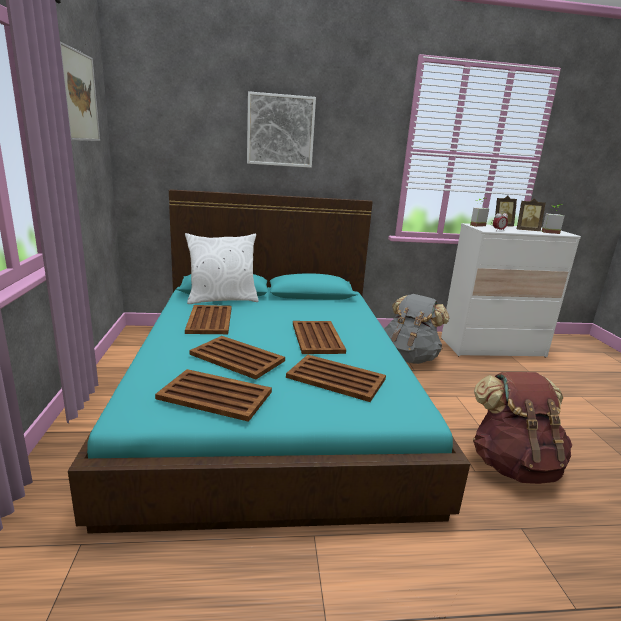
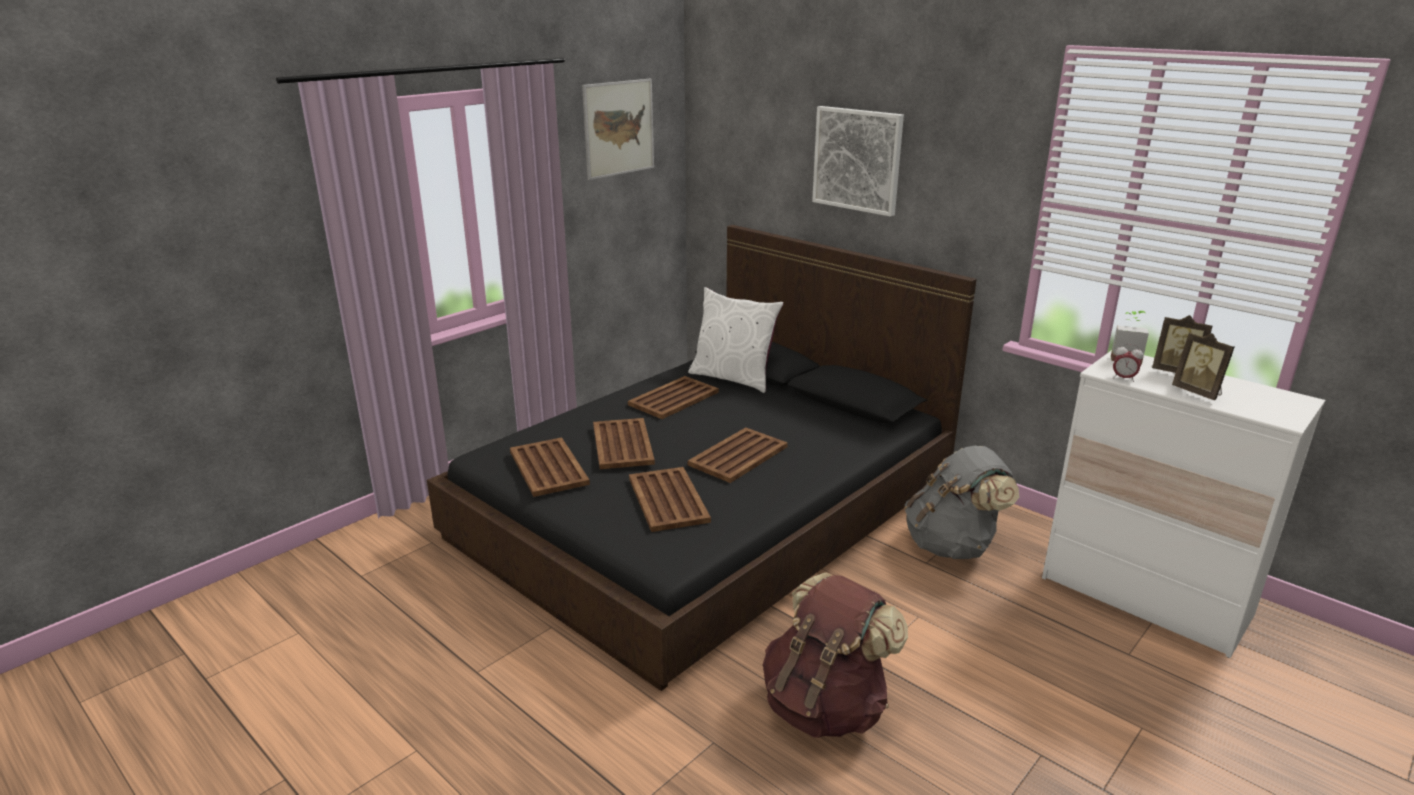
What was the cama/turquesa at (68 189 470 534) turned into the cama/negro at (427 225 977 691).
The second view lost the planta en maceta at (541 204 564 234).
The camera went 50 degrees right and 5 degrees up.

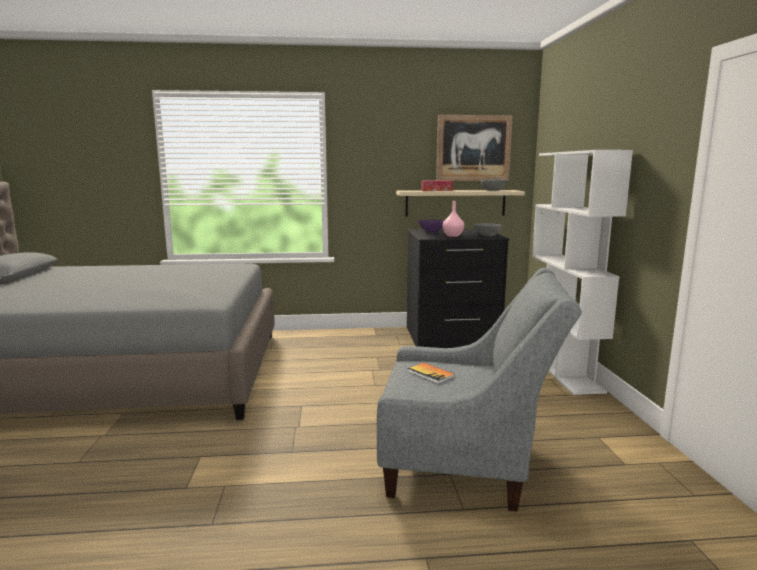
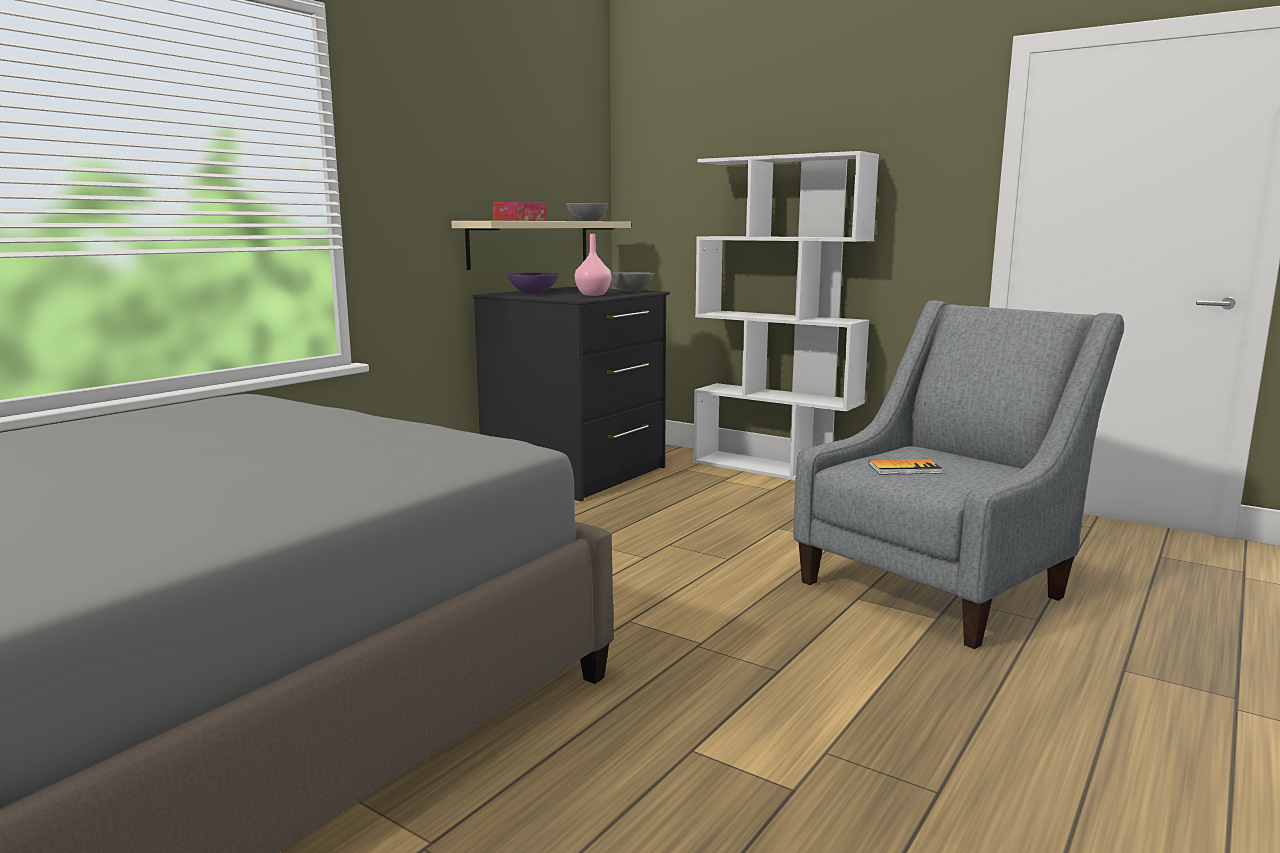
The second view lost the cuadro at (436 115 513 181).
The camera went 50 degrees left and 0 degrees up.

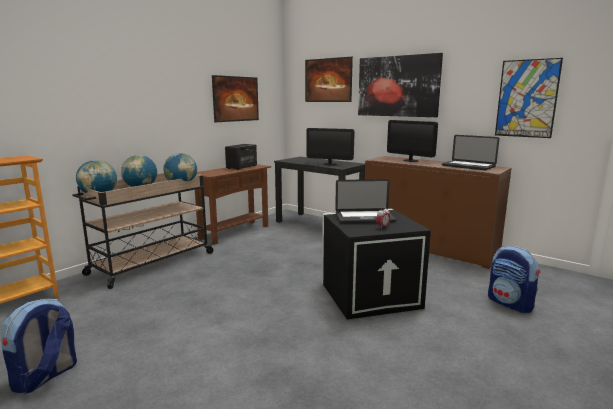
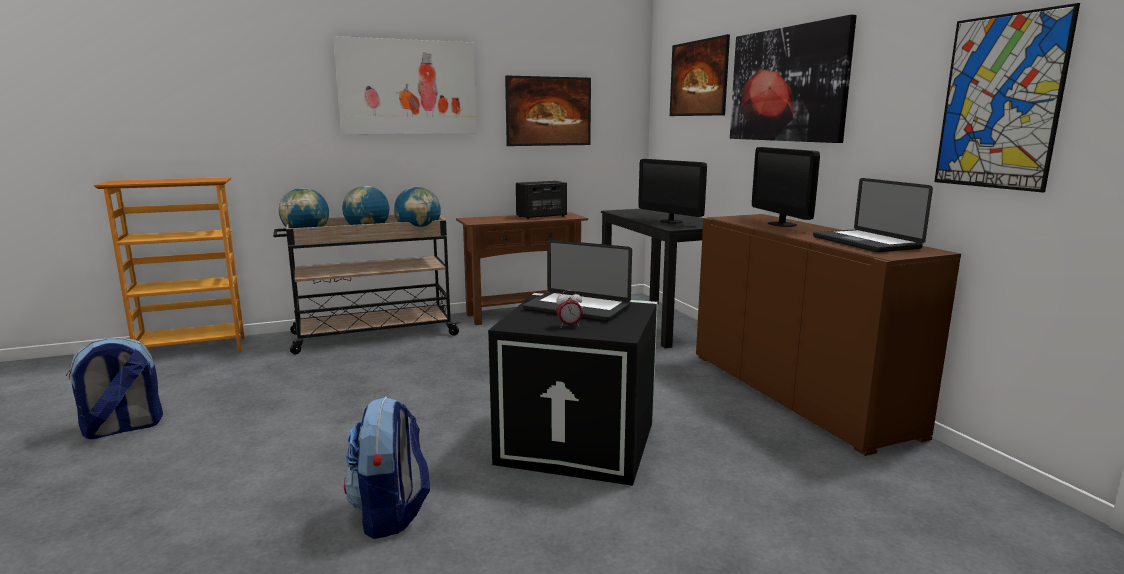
The mochila ended up elsewhere, having gone from (488 246 540 313) to (344 397 430 539).
The second view gained the cuadro at (333 36 477 134).
The camera went 30 degrees right and 0 degrees up.

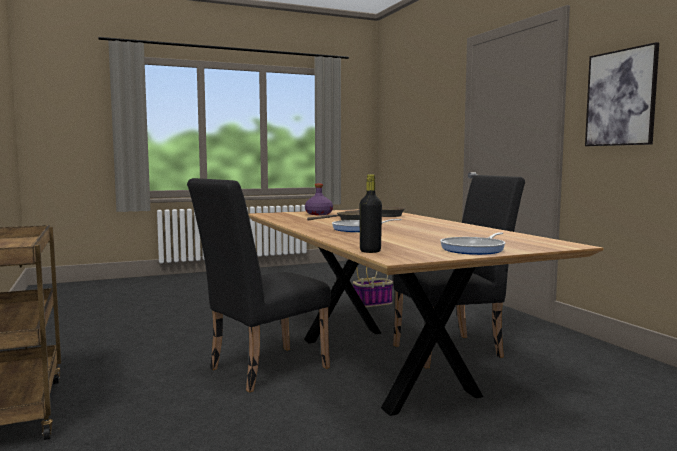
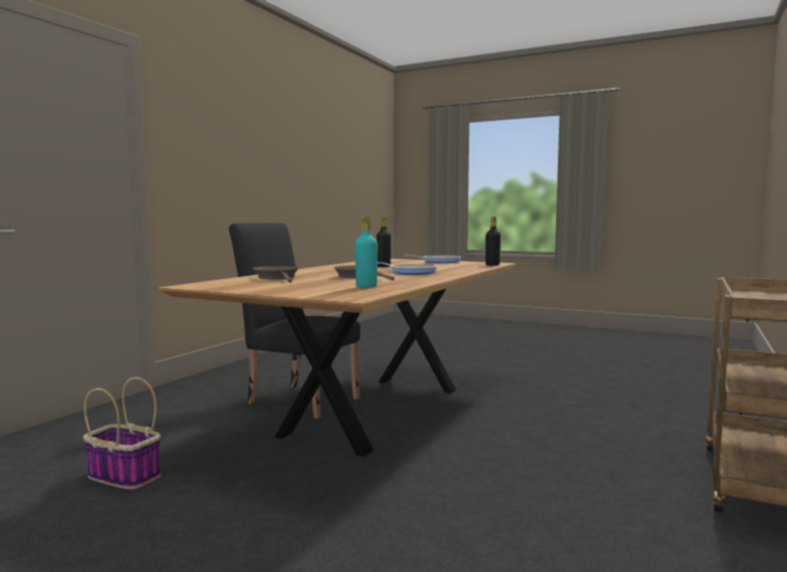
The second view lost the cuadro at (585 42 659 146).
The second view lost the silla/negro at (187 178 331 393).
The second view lost the botella/morado at (305 184 333 215).
The second view gained the botella/turquesa at (355 216 378 287).
The second view gained the botella/negro at (376 216 391 267).
The camera went 130 degrees left and 0 degrees up.

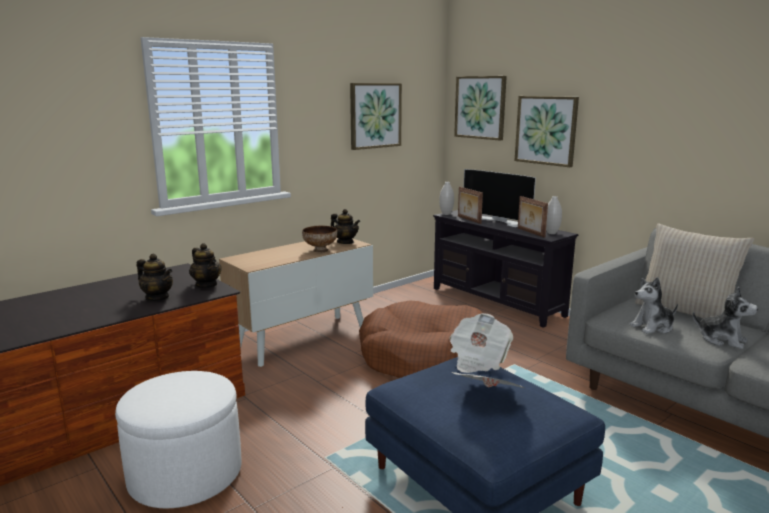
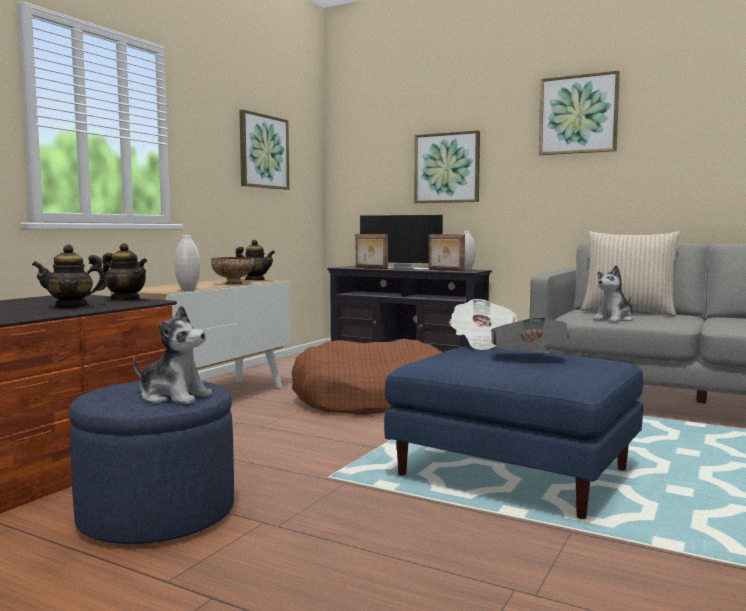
The cuadro ended up elsewhere, having gone from (454 76 507 141) to (539 70 620 155).
The florero/blanco ended up elsewhere, having gone from (439 182 454 215) to (174 235 200 290).
The tetera at (137 254 173 301) ended up facing another way, 150 degrees clockwise from before.
The peluche ended up elsewhere, having gone from (693 287 758 349) to (133 305 212 404).
What was the puf/blanco at (115 371 242 508) turned into the puf/azul at (69 381 234 544).
The camera went 20 degrees left and 10 degrees down.

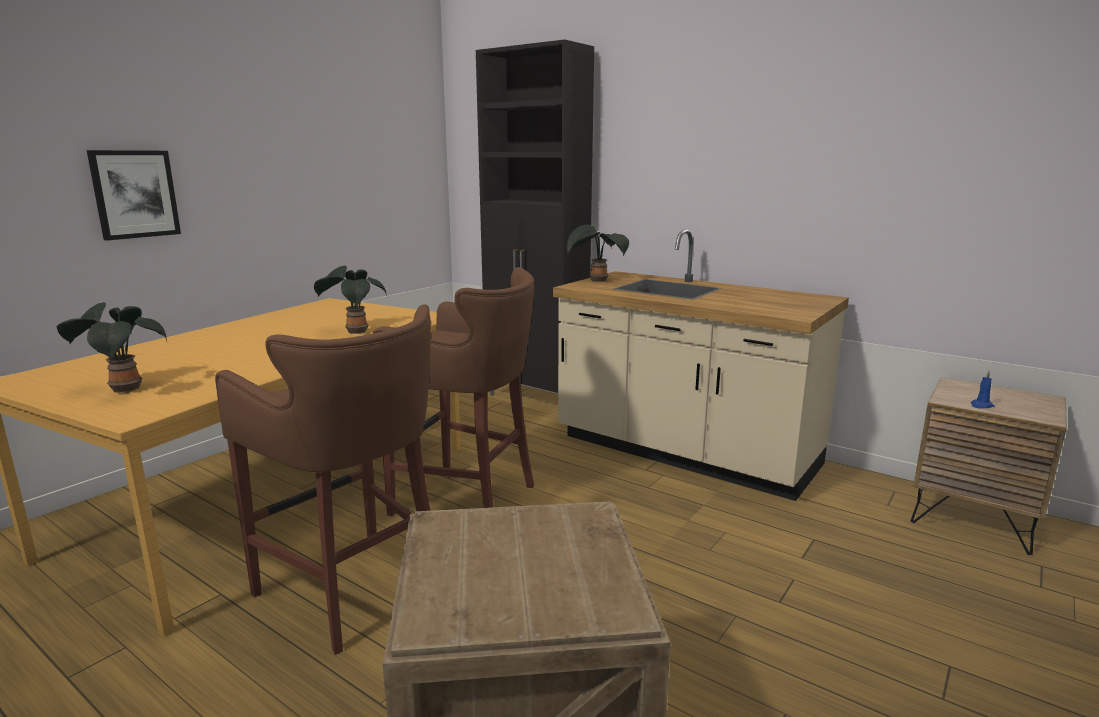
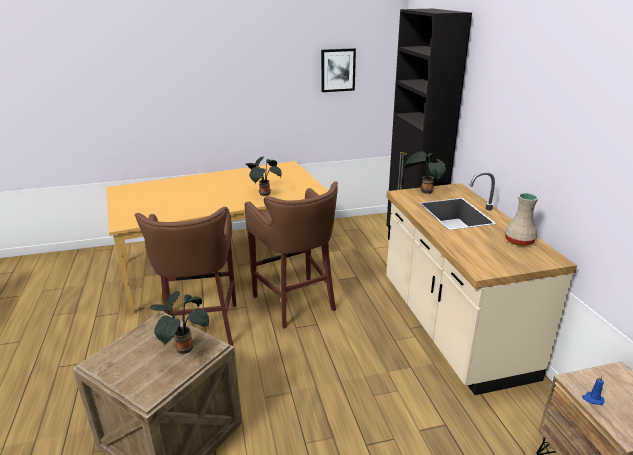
The cuadro ended up elsewhere, having gone from (87 150 181 241) to (321 48 356 92).
The planta en maceta ended up elsewhere, having gone from (57 302 167 393) to (150 291 209 355).
The second view gained the florero/beis at (505 193 538 246).
The camera went 40 degrees right and 10 degrees up.

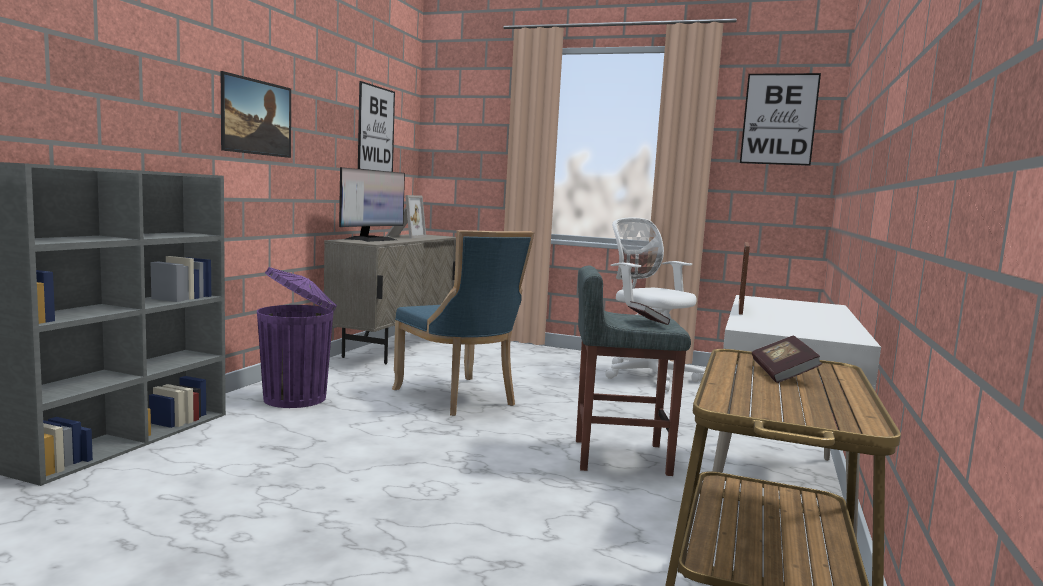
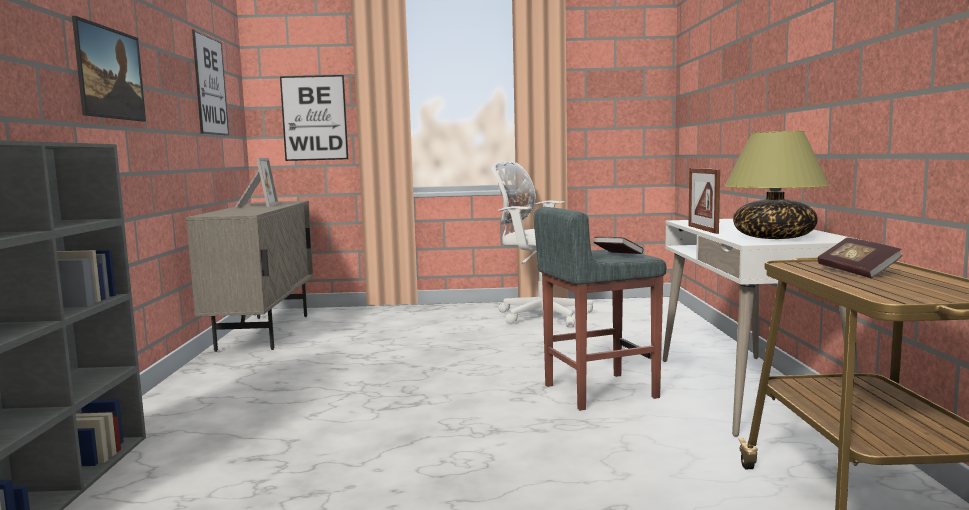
The cuadro ended up elsewhere, having gone from (740 73 821 166) to (280 75 348 161).
The second view lost the monitor at (339 167 405 242).
The second view lost the silla/azul at (392 230 534 416).
The second view lost the papelera/morado at (257 267 337 408).
The second view gained the lámpara de mesa at (725 131 829 239).
The camera went 20 degrees left and 0 degrees up.

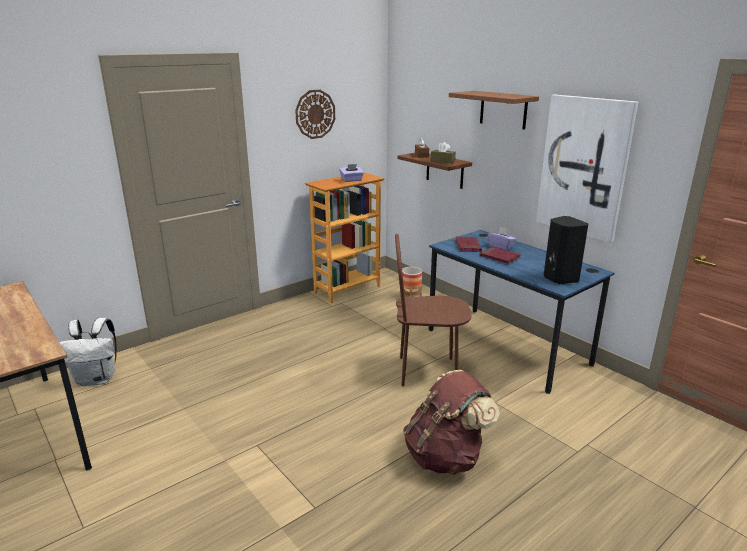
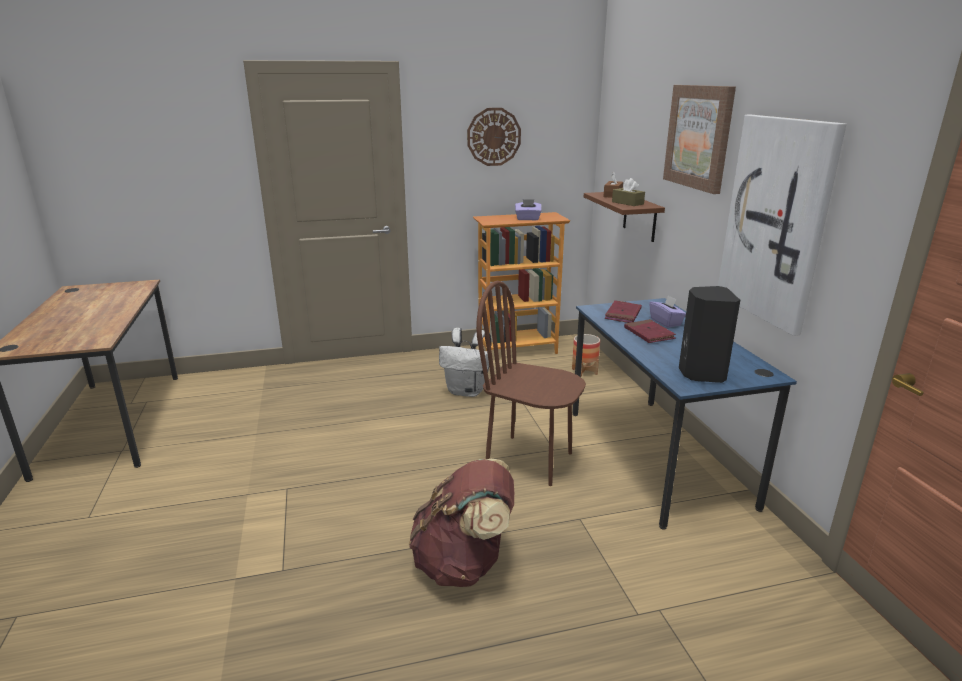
Where the estante/marrón hung at (449 91 539 130), the cuadro came to hang at (663 85 736 194).
The mochila/blanco ended up elsewhere, having gone from (59 318 117 386) to (439 328 491 397).
The camera went 25 degrees right and 0 degrees up.

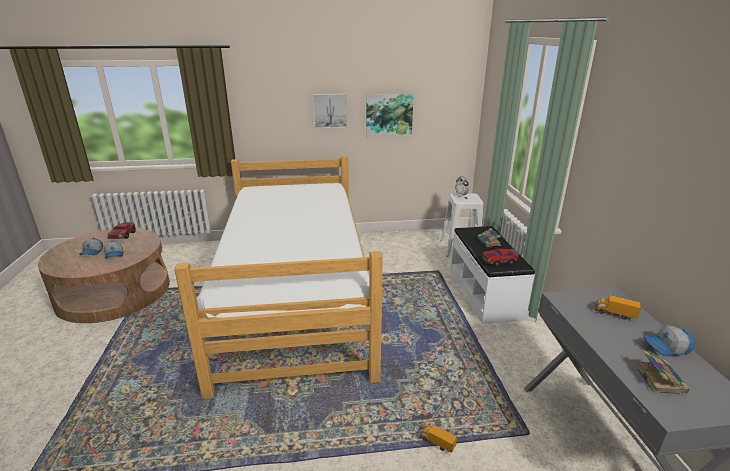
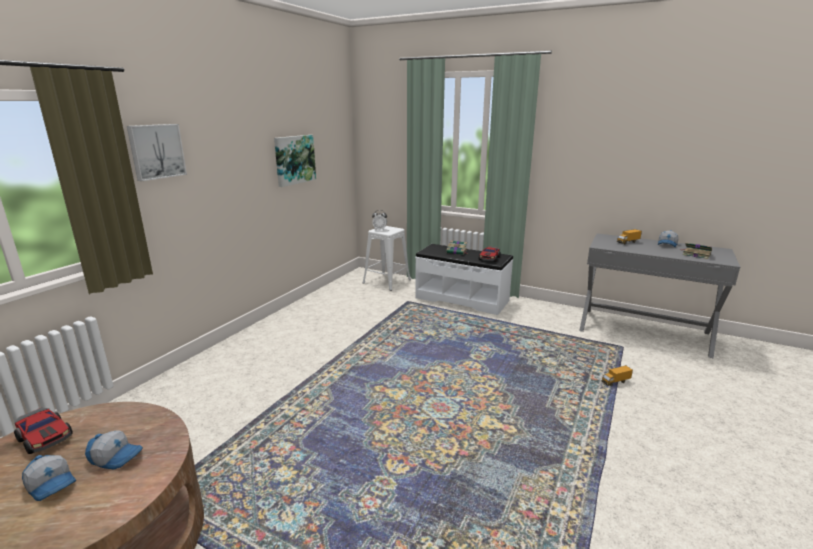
The cuadro ended up elsewhere, having gone from (313 94 347 129) to (127 124 187 181).
The second view lost the cama at (174 156 383 399).
The camera went 55 degrees left and 5 degrees down.

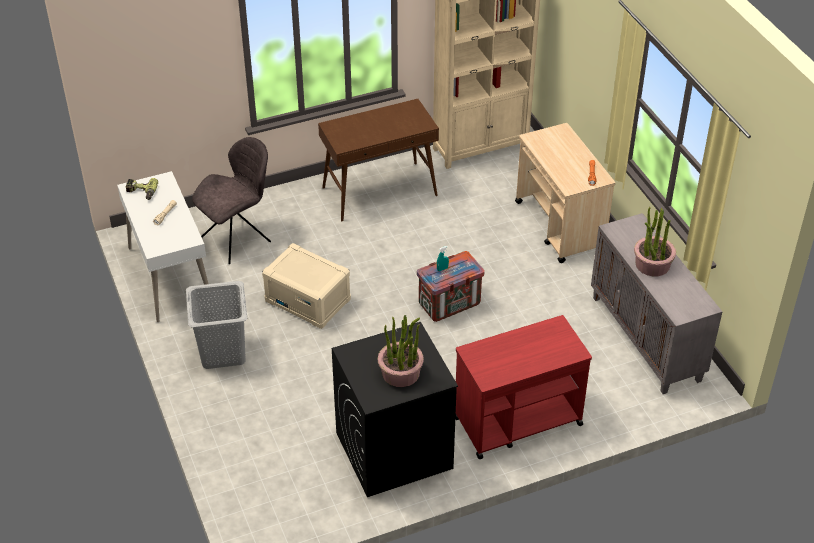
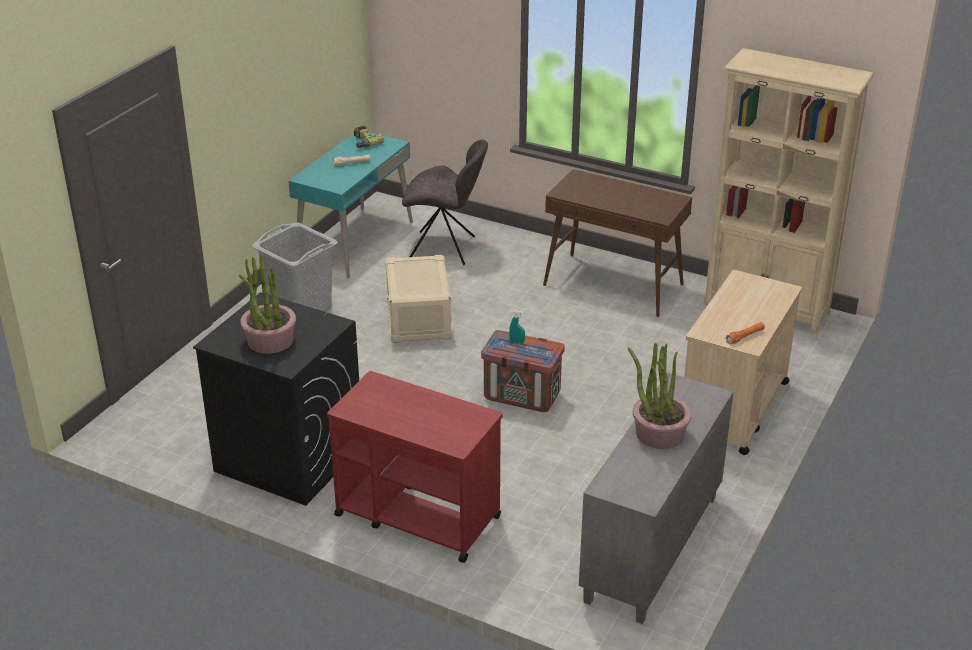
What was the escritorio/blanco at (117 171 213 322) turned into the escritorio/turquesa at (289 132 413 278).
The camera went 50 degrees right and 10 degrees down.

